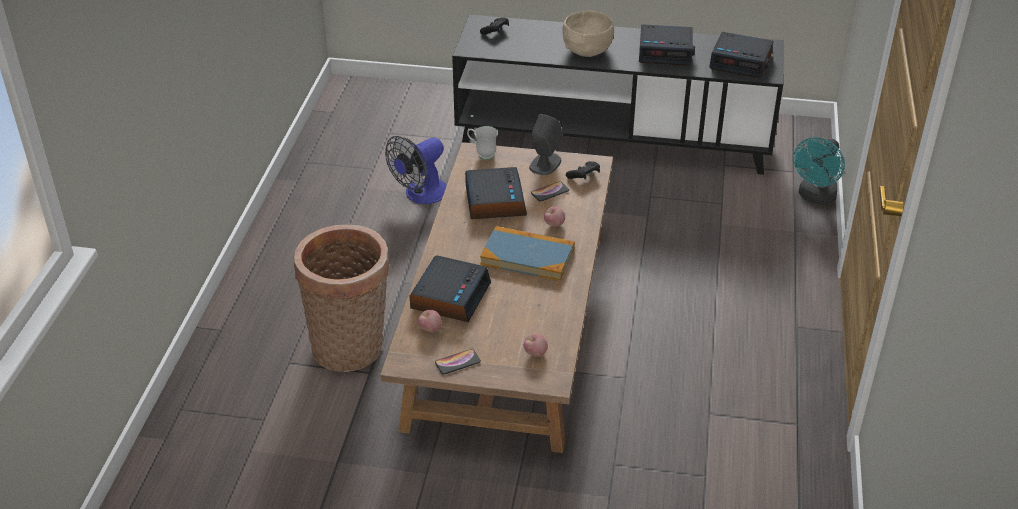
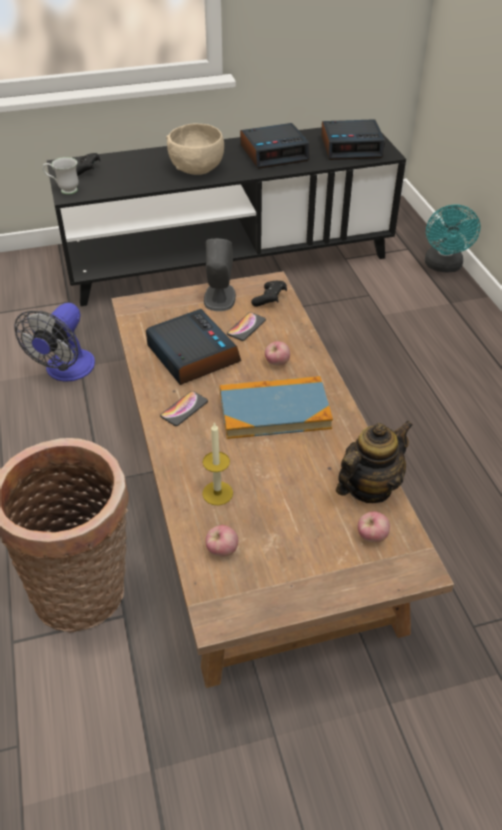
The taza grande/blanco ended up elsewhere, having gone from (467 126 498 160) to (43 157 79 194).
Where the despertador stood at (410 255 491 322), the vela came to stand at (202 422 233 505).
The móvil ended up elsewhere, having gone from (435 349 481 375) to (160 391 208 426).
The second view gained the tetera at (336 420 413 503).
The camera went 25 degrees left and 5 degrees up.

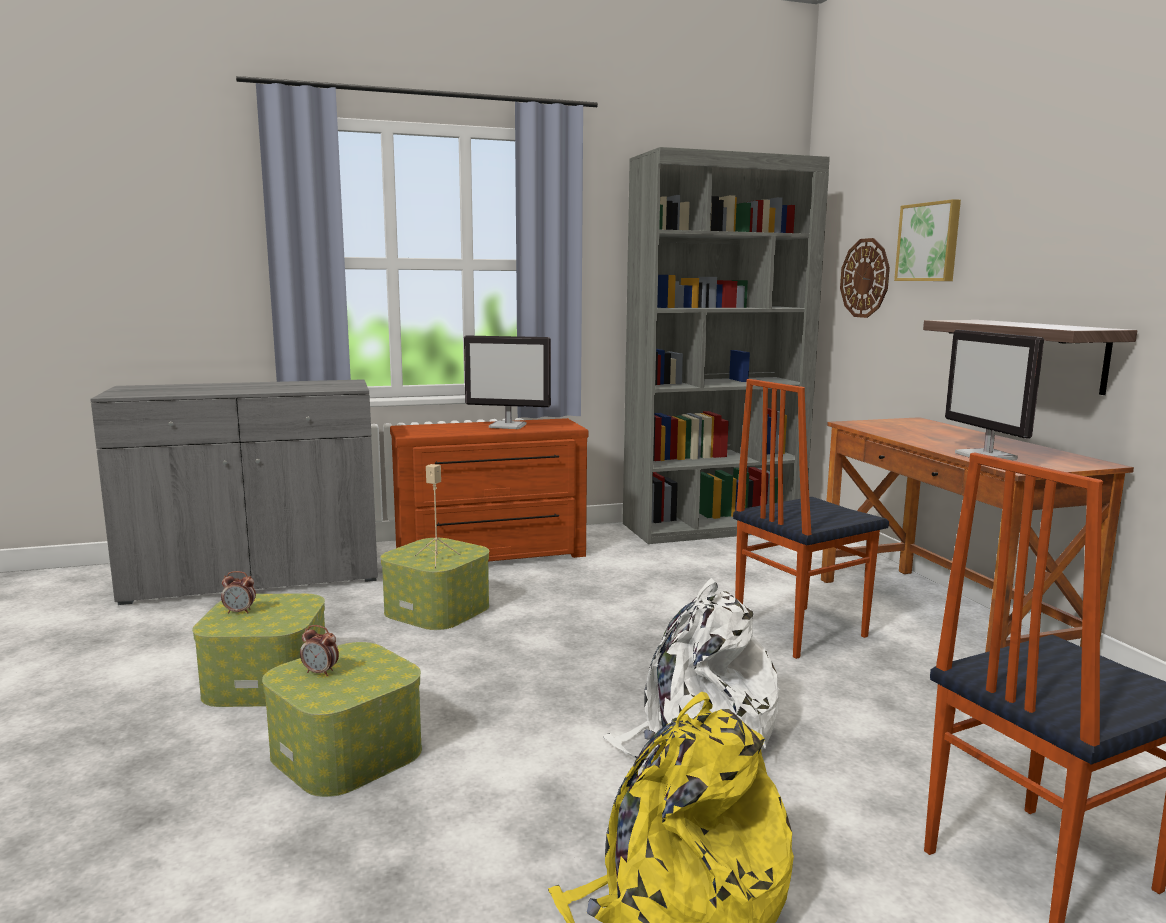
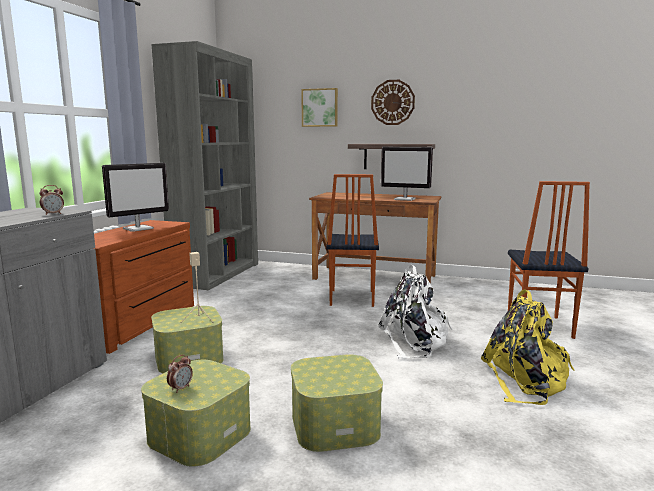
The reloj de pared ended up elsewhere, having gone from (840 238 890 318) to (371 80 415 125).
The despertador ended up elsewhere, having gone from (300 625 339 676) to (39 185 64 215).
The camera went 55 degrees left and 0 degrees up.

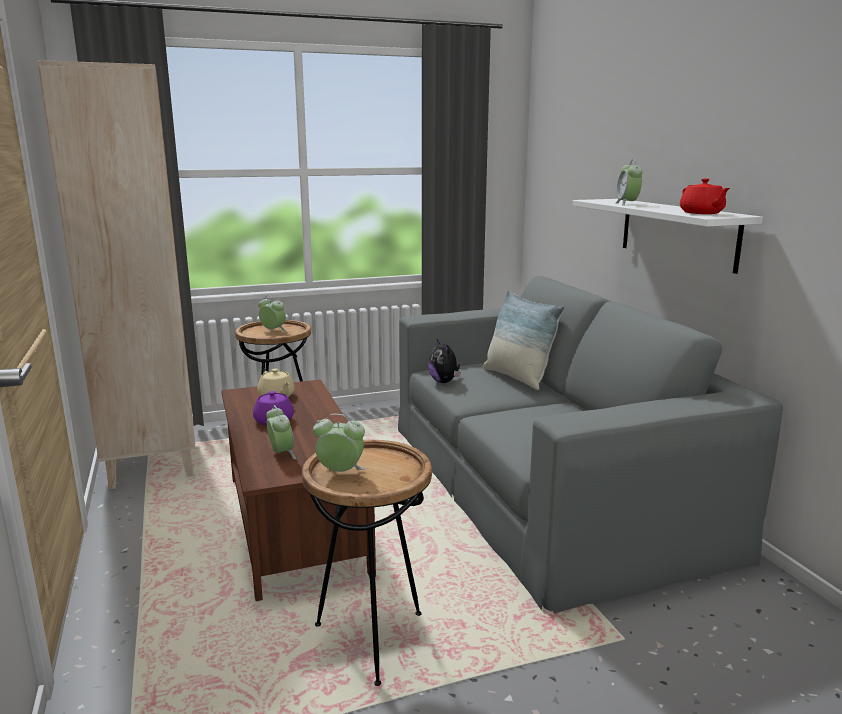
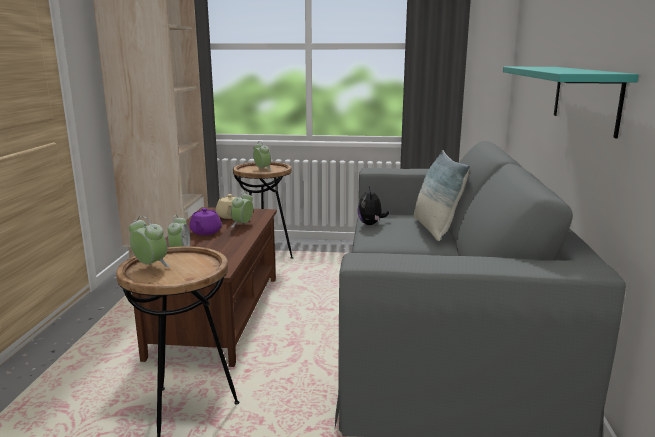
The despertador ended up elsewhere, having gone from (616 160 642 206) to (231 191 253 227).
The second view lost the tetera/rojo at (680 178 730 214).
What was the estante/blanco at (573 199 763 274) turned into the estante/turquesa at (503 67 639 139).
The camera went 25 degrees right and 0 degrees up.

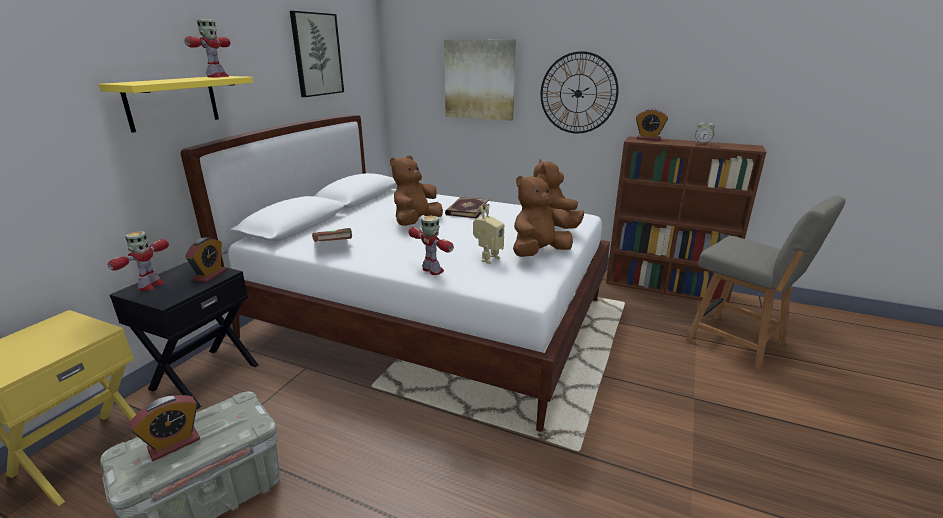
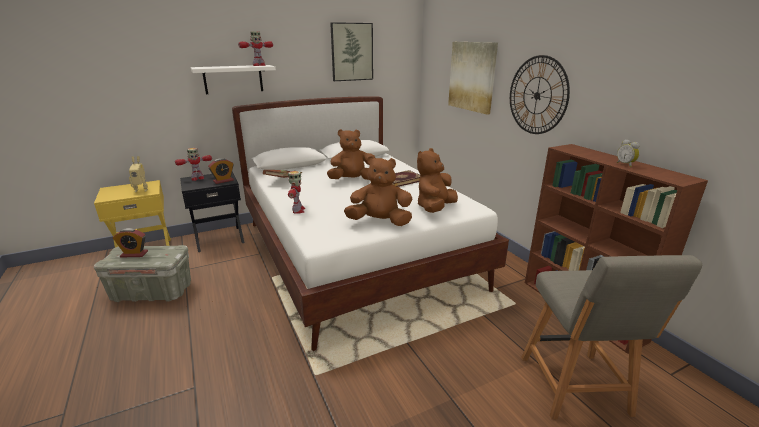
What was the estante/amarillo at (99 76 253 133) turned into the estante/blanco at (191 65 276 94).
The second view lost the despertador at (636 108 668 141).
The robot de juguete ended up elsewhere, having gone from (473 204 504 264) to (129 156 148 192).
The camera went 40 degrees right and 0 degrees up.

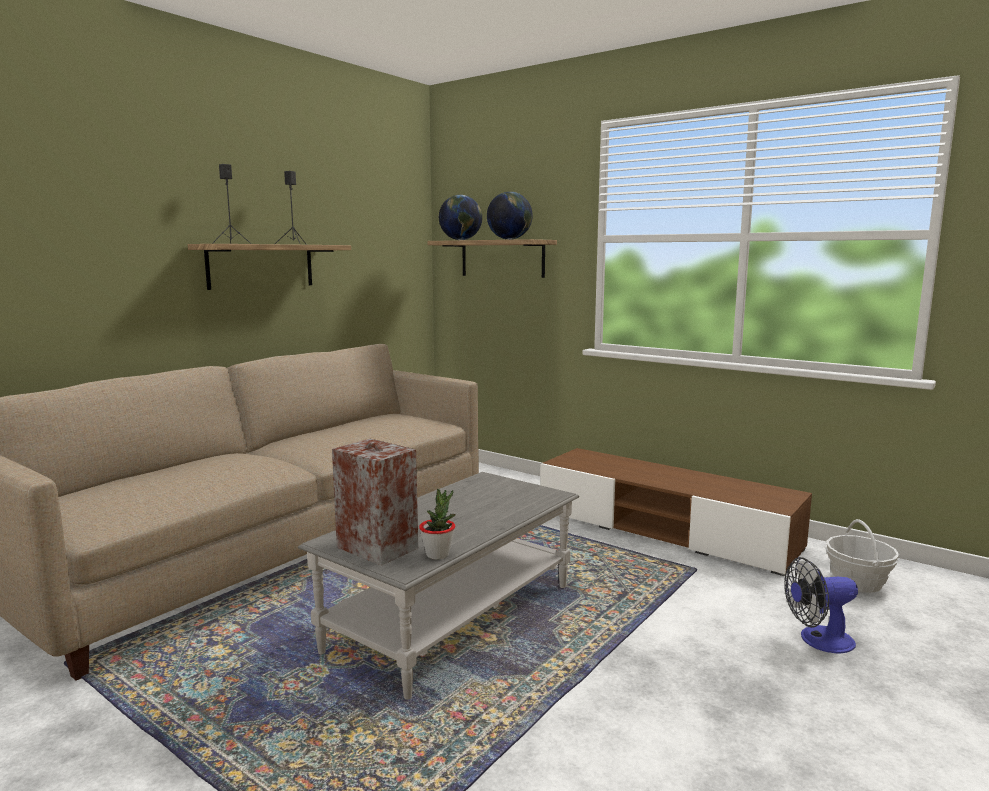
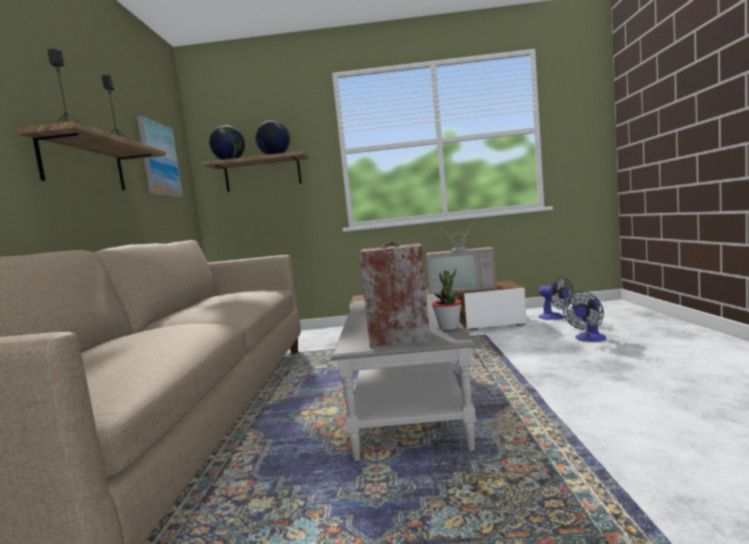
Where the cesta stood at (825 519 899 593), the ventilador came to stand at (539 277 573 320).
The second view gained the cuadro at (137 116 183 197).
The second view gained the televisor at (426 216 497 294).
The camera went 35 degrees left and 5 degrees down.

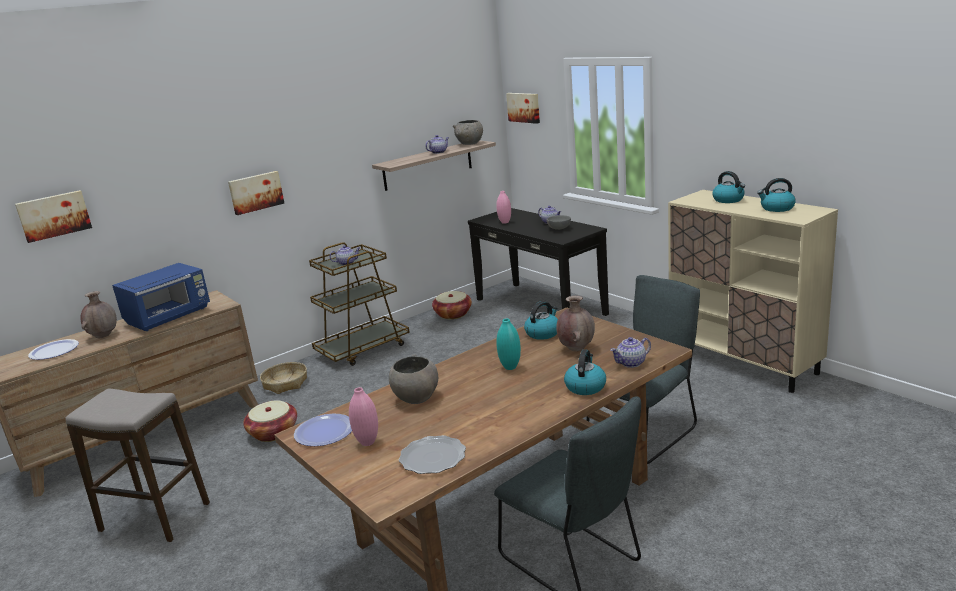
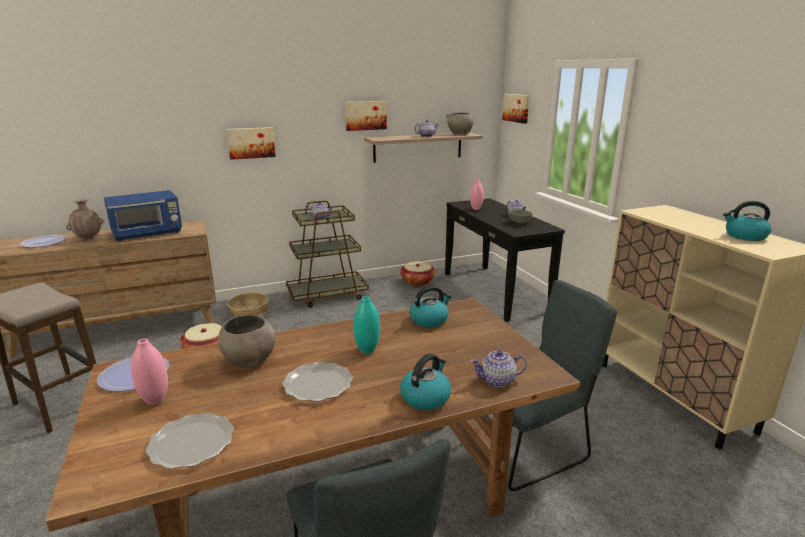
The second view lost the hervidor at (712 171 745 203).
The cuadro ended up elsewhere, having gone from (15 190 92 243) to (345 101 387 131).
The second view lost the florero/marrón at (556 296 595 351).
The second view gained the plato at (282 362 353 402).
The camera went 15 degrees right and 0 degrees up.

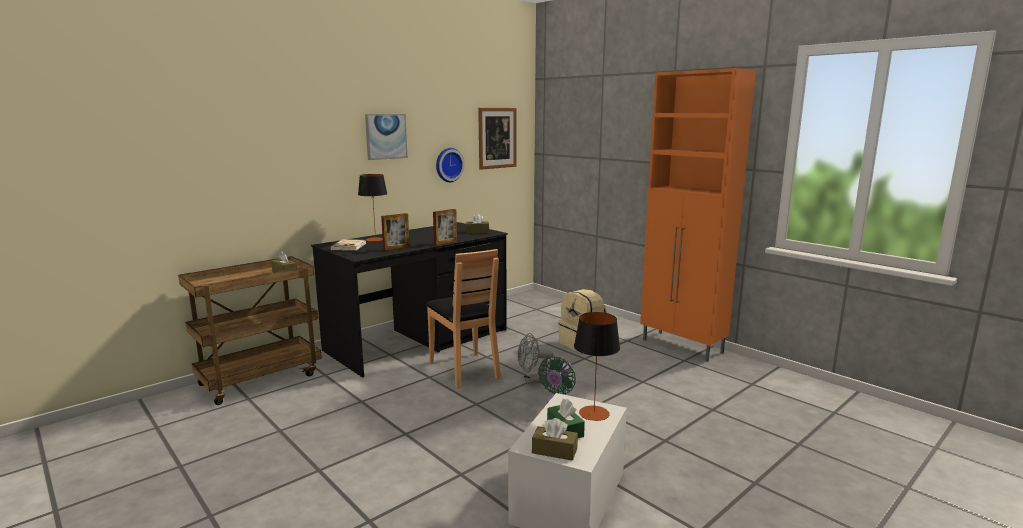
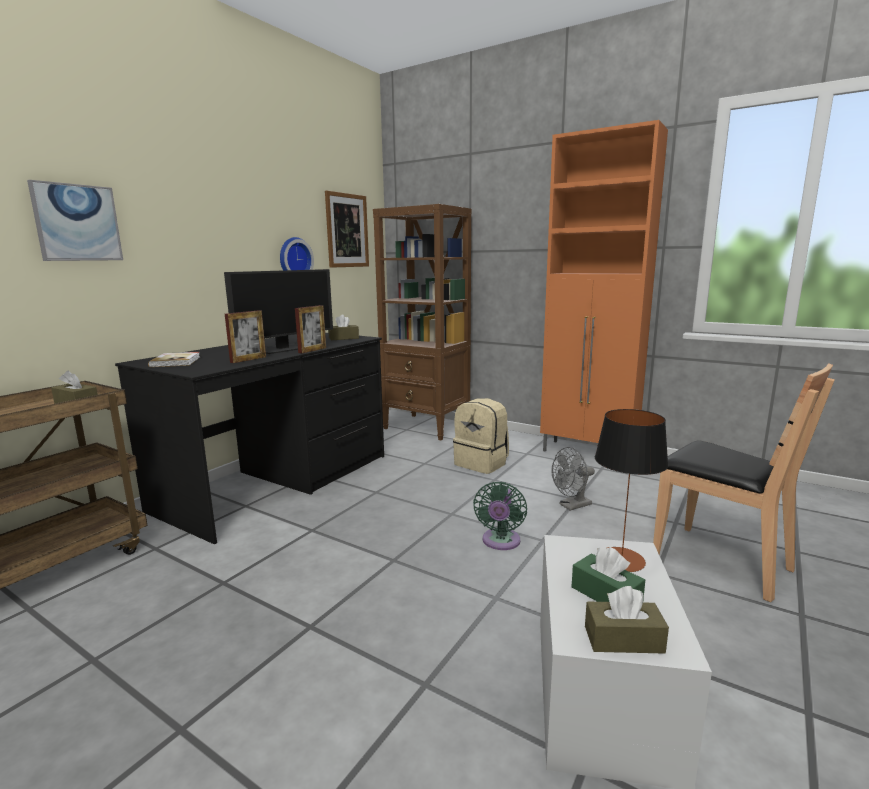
The cuadro ended up elsewhere, having gone from (365 114 407 160) to (27 180 123 261).
The second view lost the lámpara de mesa at (358 174 387 242).
The silla/marrón ended up elsewhere, having gone from (426 249 501 388) to (653 363 835 602).
The ventilador/gris ended up elsewhere, having gone from (518 333 554 384) to (551 447 595 511).
The second view gained the estantería/marrón at (373 204 471 440).
The second view gained the monitor at (224 269 333 354).
The camera went 15 degrees left and 0 degrees up.

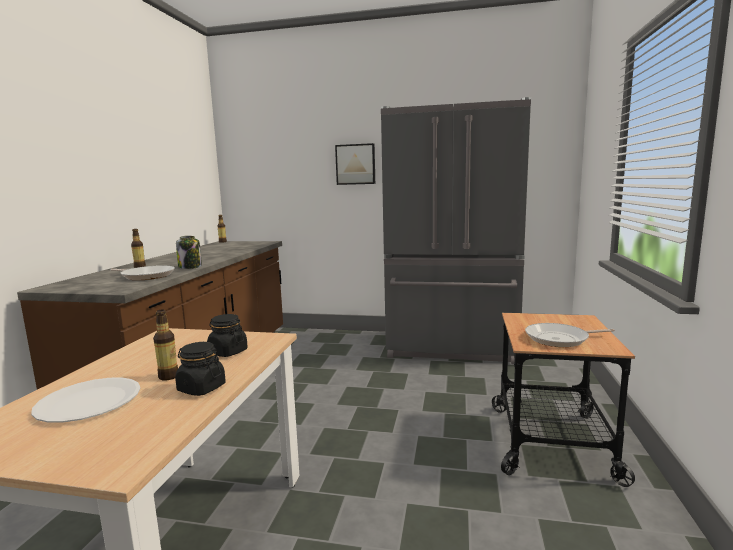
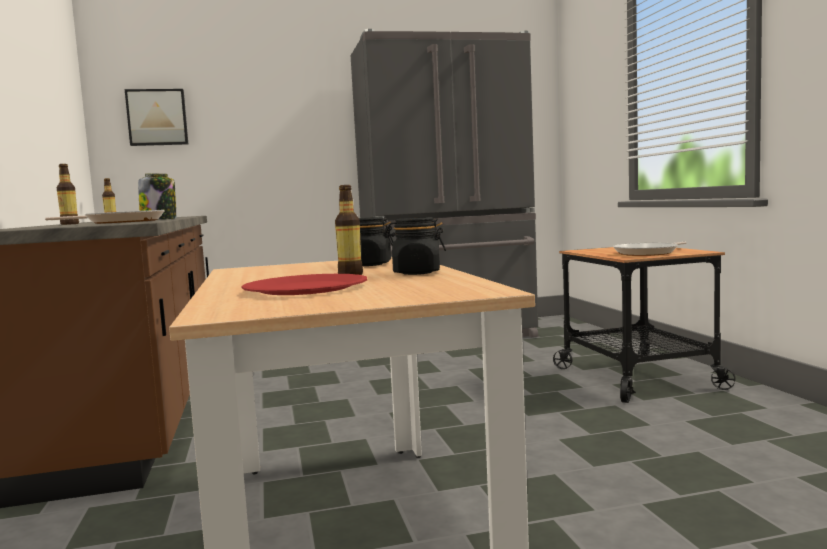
The cuadro ended up elsewhere, having gone from (335 143 375 185) to (125 89 188 146).
What was the plato/blanco at (31 378 140 423) turned into the plato/rojo at (241 274 367 295).
The camera went 25 degrees left and 5 degrees down.

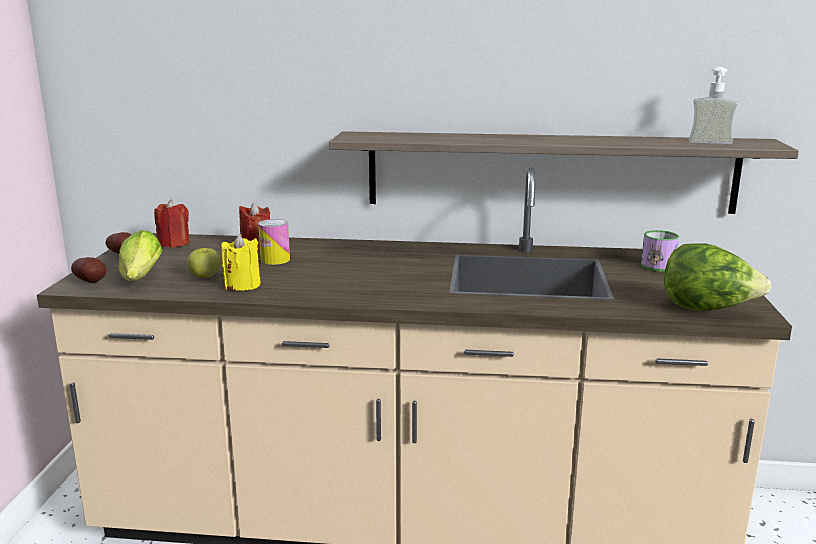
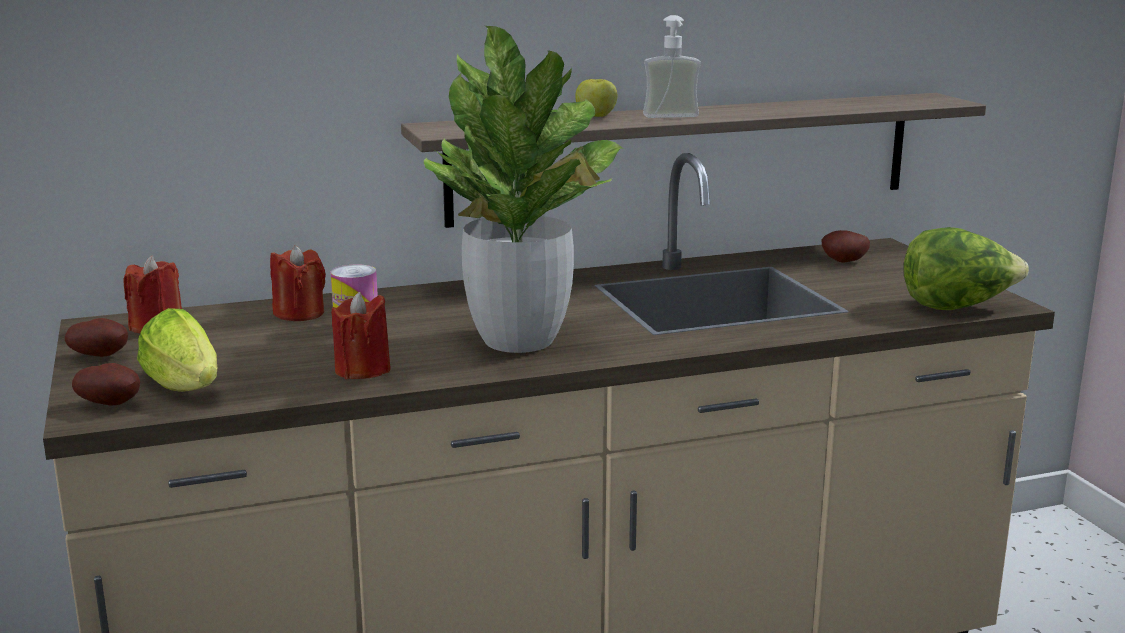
The dispensador de jabón ended up elsewhere, having gone from (689 67 738 145) to (643 15 701 118).
Where the taza grande stood at (641 230 679 271), the patata came to stand at (822 230 870 263).
What was the vela/amarillo at (221 234 261 291) turned into the vela/rojo at (331 292 391 379).
The manzana ended up elsewhere, having gone from (187 248 221 278) to (575 79 617 117).
The second view gained the planta en maceta at (424 26 624 353).
The camera went 25 degrees left and 0 degrees up.

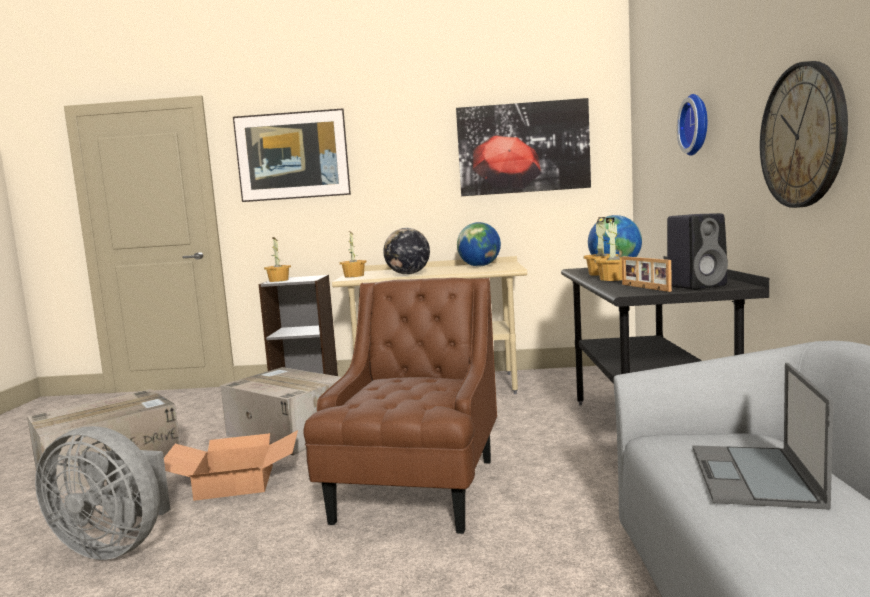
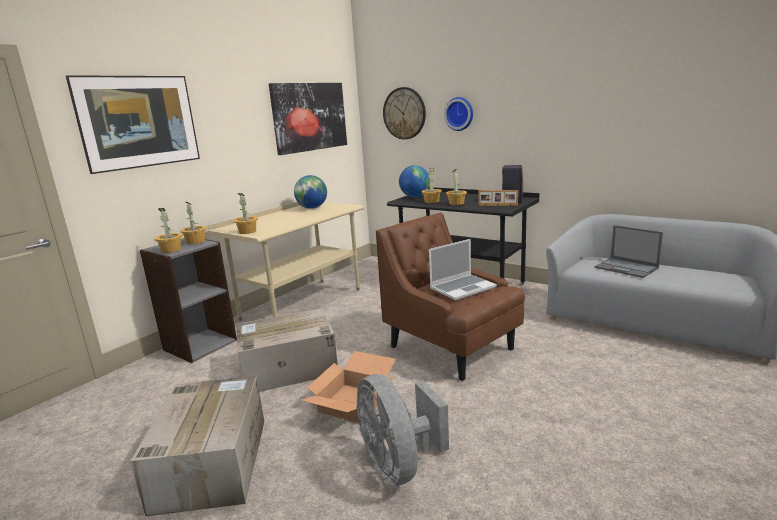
The reloj de pared ended up elsewhere, having gone from (760 61 848 208) to (383 87 426 140).
The second view lost the globo terráqueo at (383 228 430 275).
The ventilador/gris at (35 426 171 560) ended up facing another way, 105 degrees clockwise from before.
The second view gained the planta en maceta at (180 202 206 244).
The second view gained the portátil at (429 239 497 300).
The camera went 55 degrees left and 10 degrees up.

